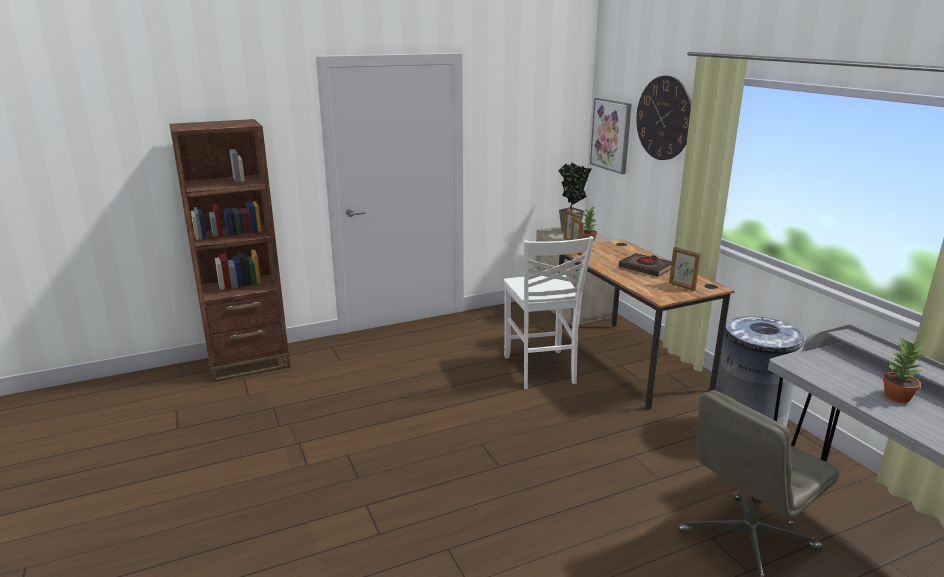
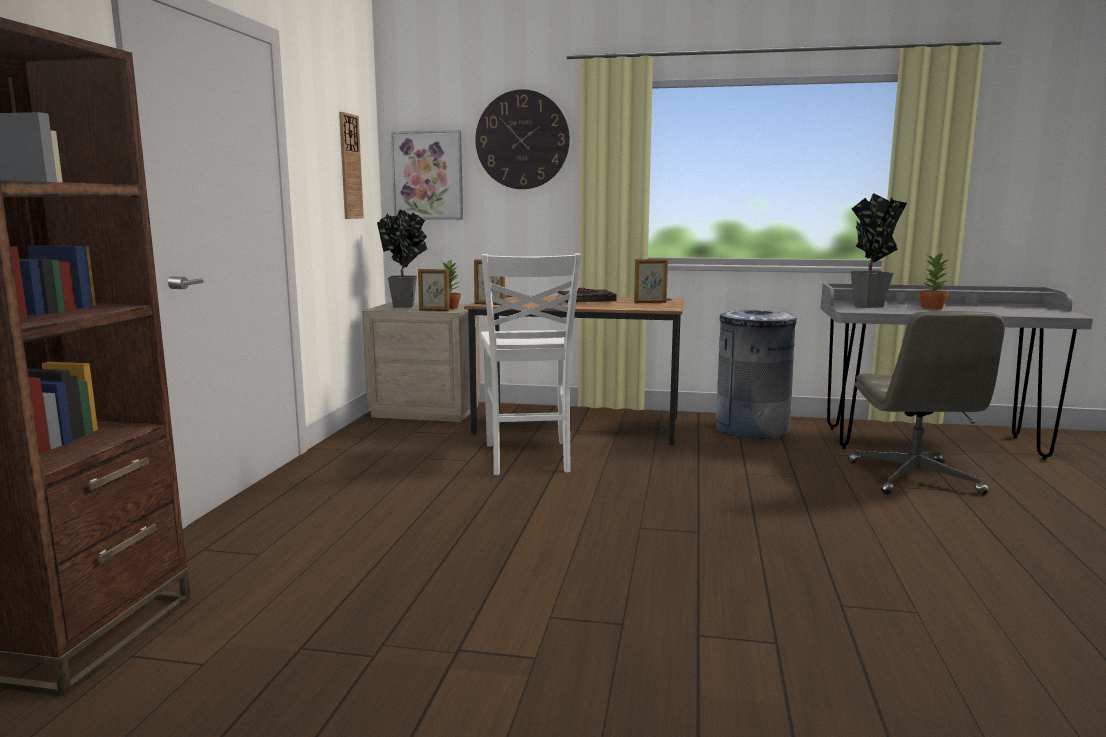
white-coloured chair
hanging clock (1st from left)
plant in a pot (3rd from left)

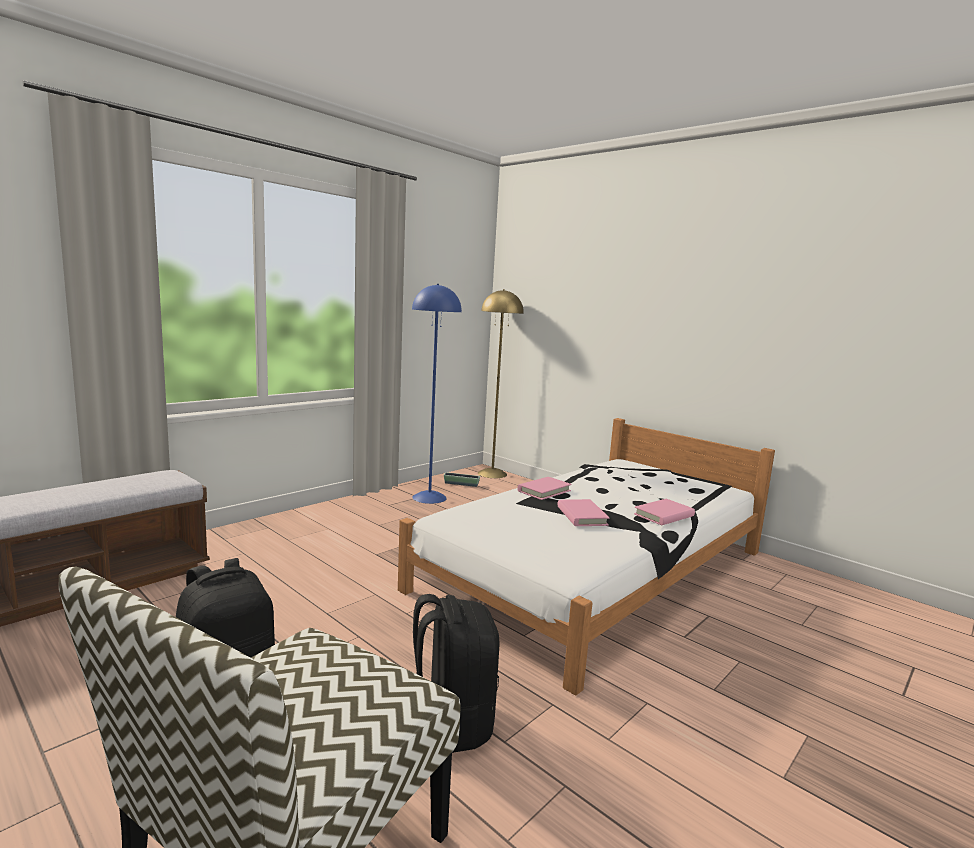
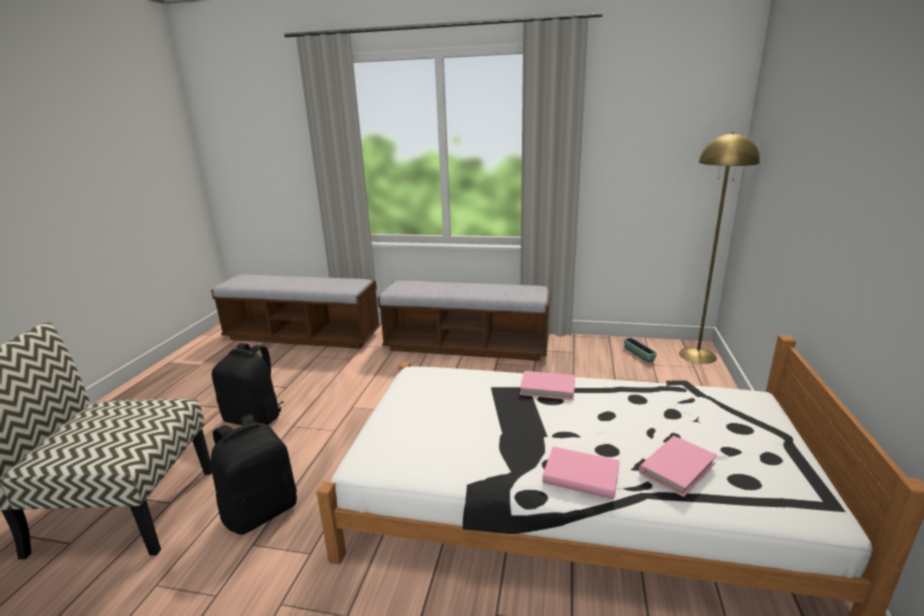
bluish standing lamp
pink bound book (3rd from left)
indoor bench (2nd from left)

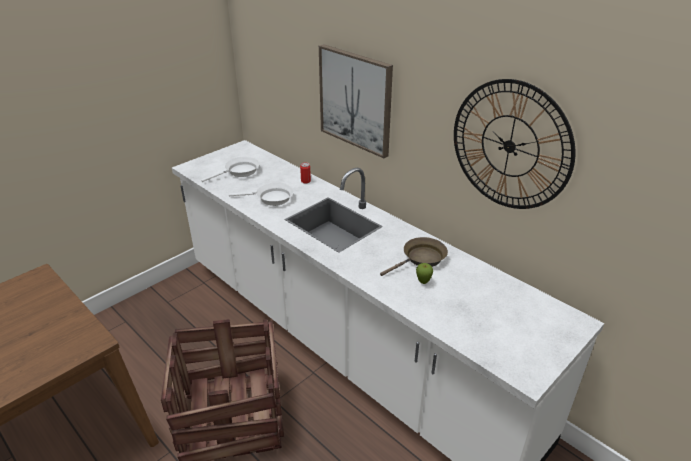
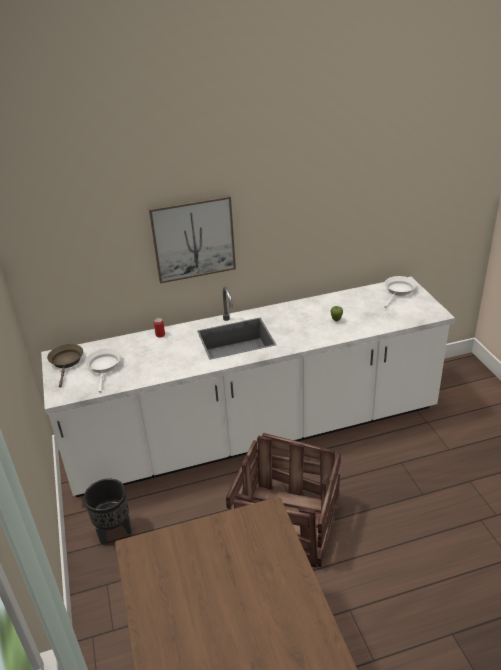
hanging clock
white-coloured skillet (2nd from left)
brown skillet
black plant pot

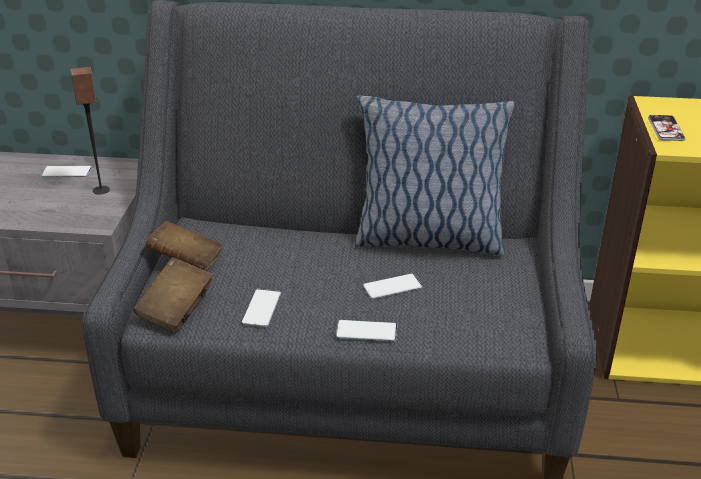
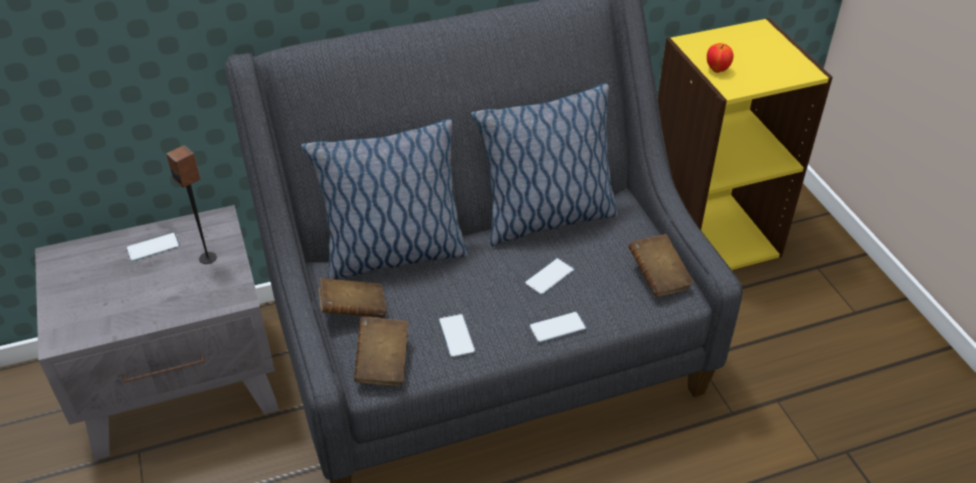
apple fruit
cushion (1st from left)
brown bound book (3rd from left)

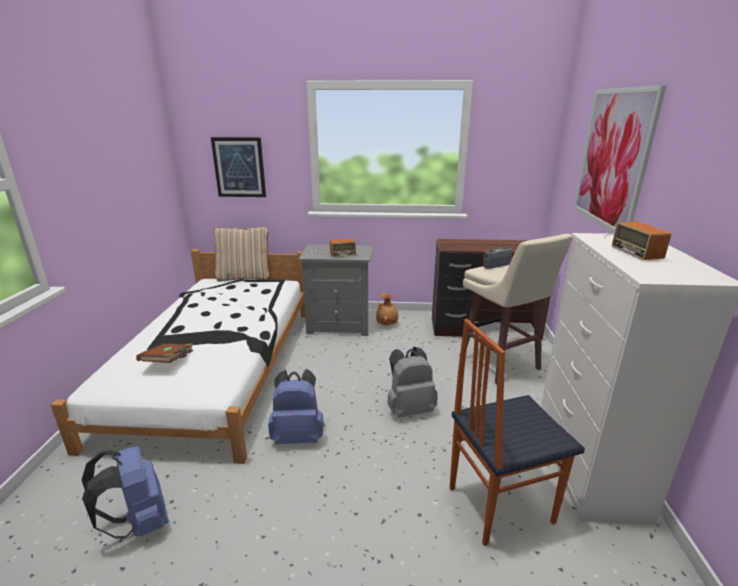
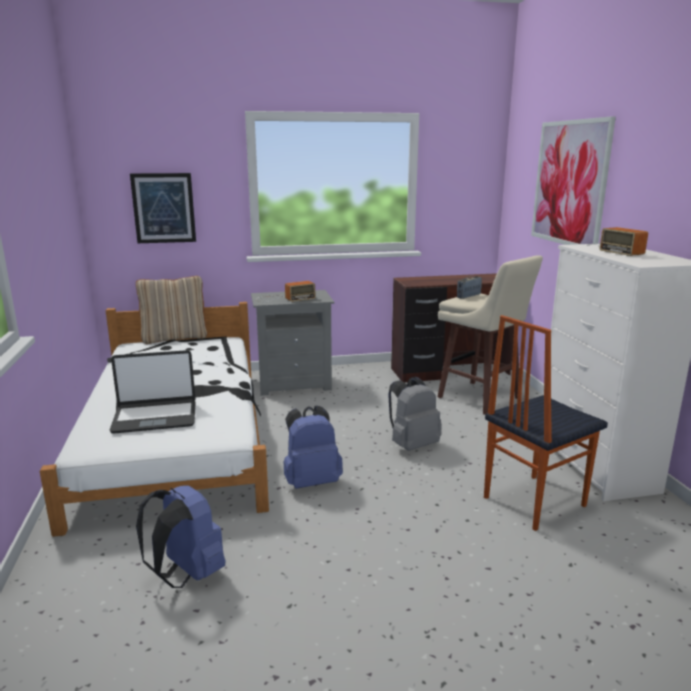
brown vase
laptop

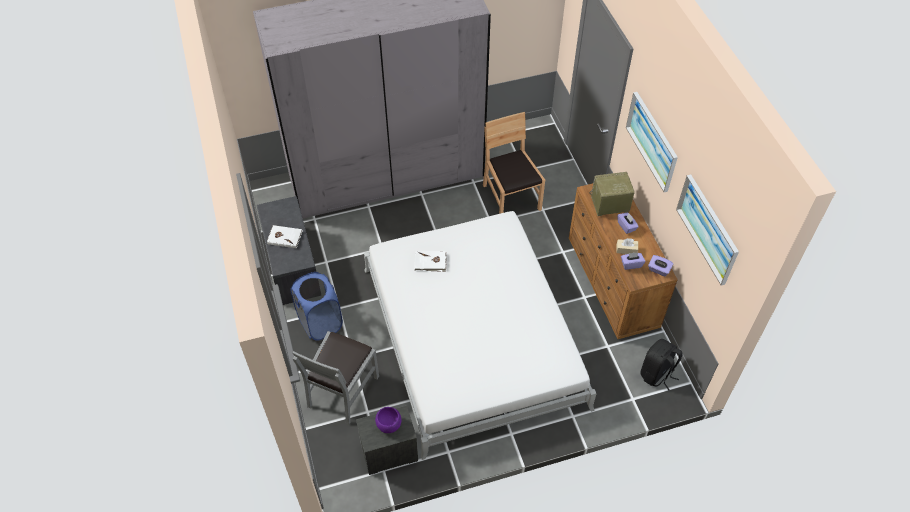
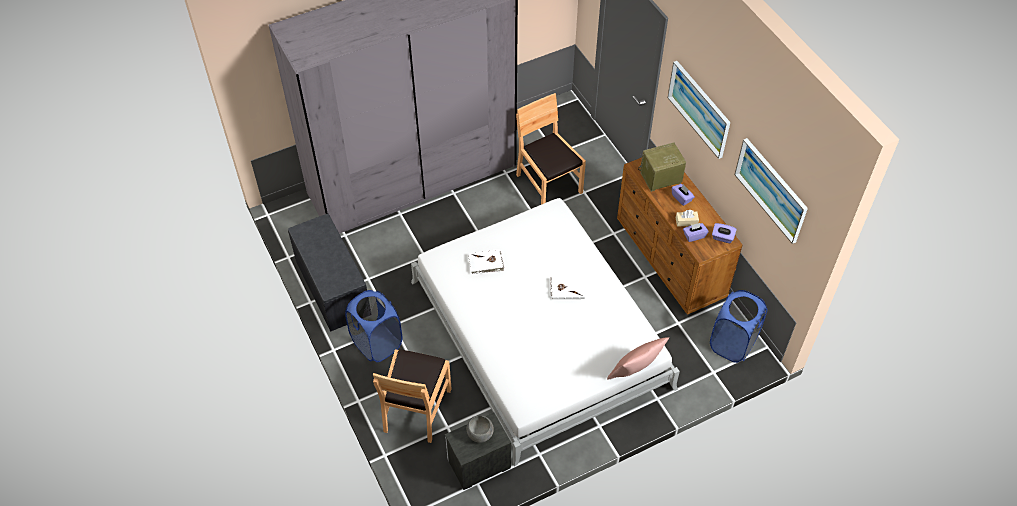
white-coloured bound book (2nd from left)
brown chair (1st from left)
bluish hamper (2nd from left)
grey serving bowl
pink cushion

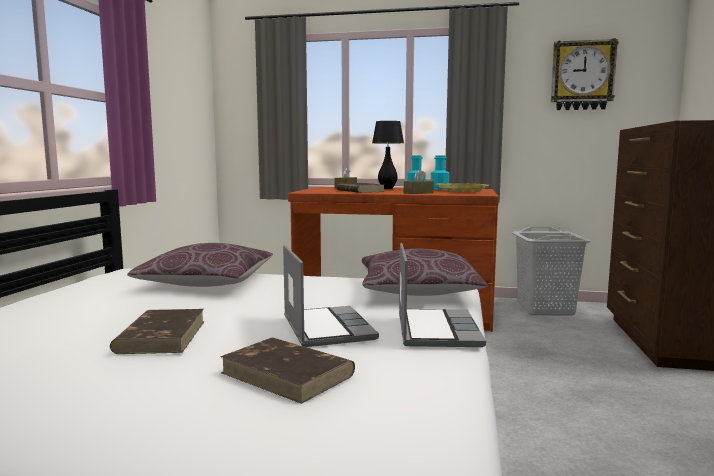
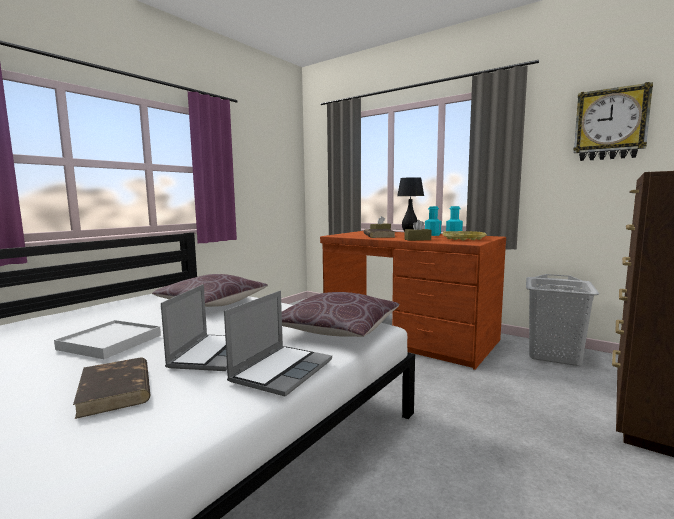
white-coloured tray

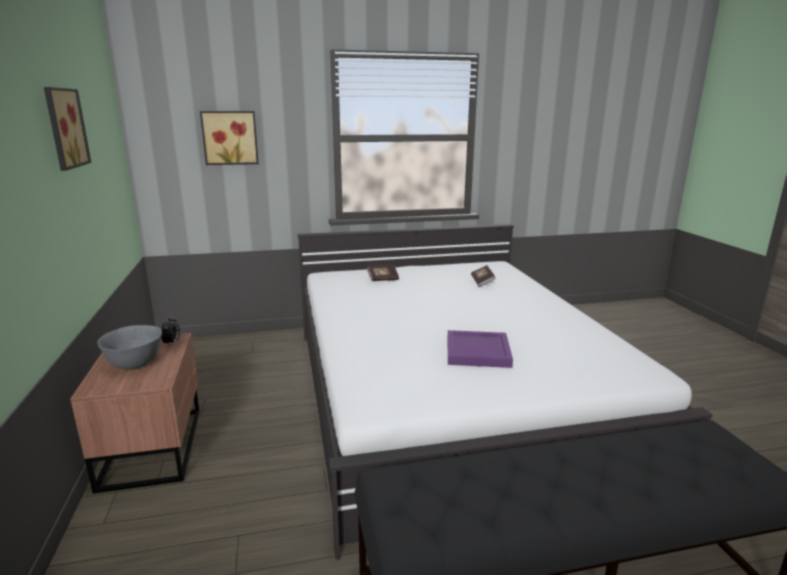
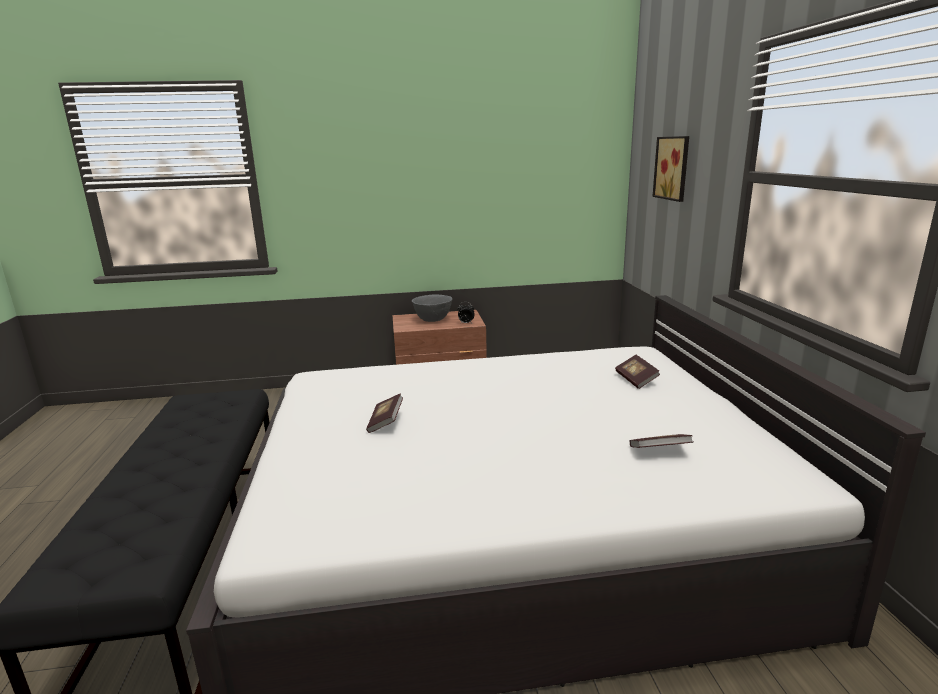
wall picture (1st from left in the first image)
bound book (1st from left)

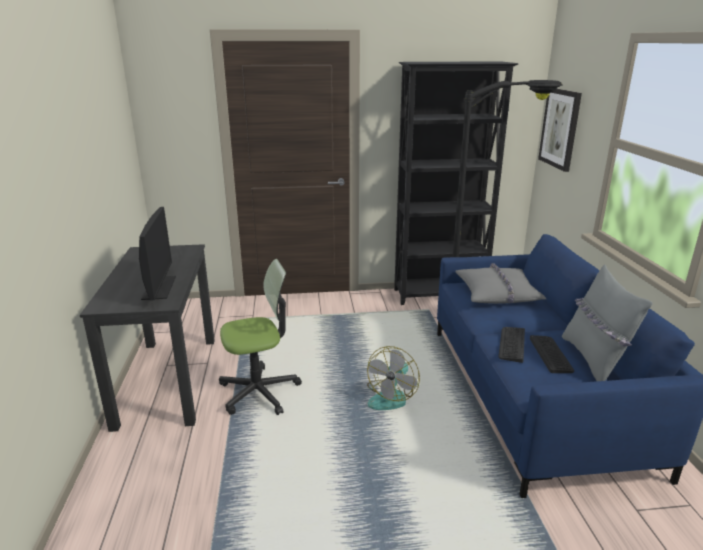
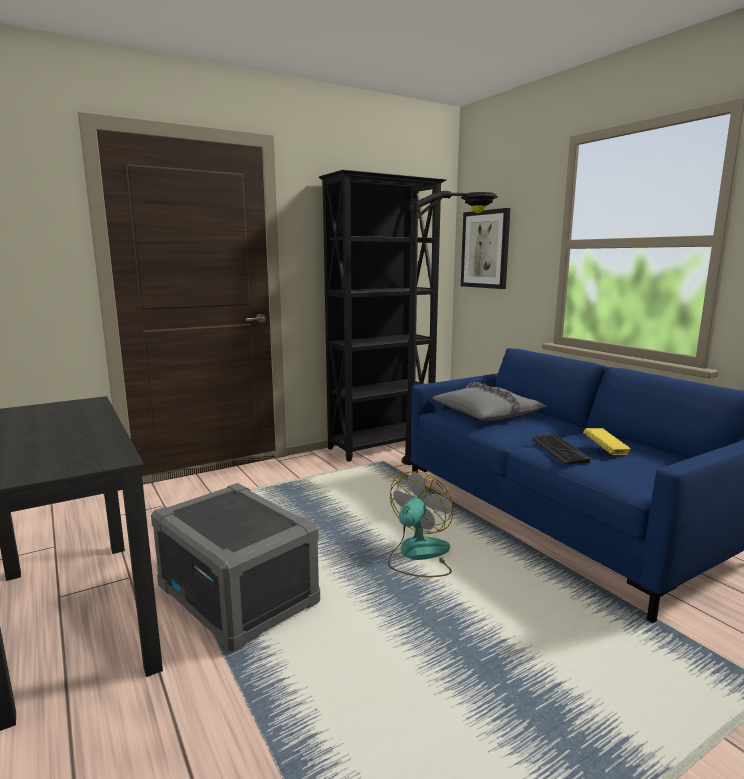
monitor
grey storage bin
grey cushion (2nd from left in the first image)
yellowish bound book
cooling fan

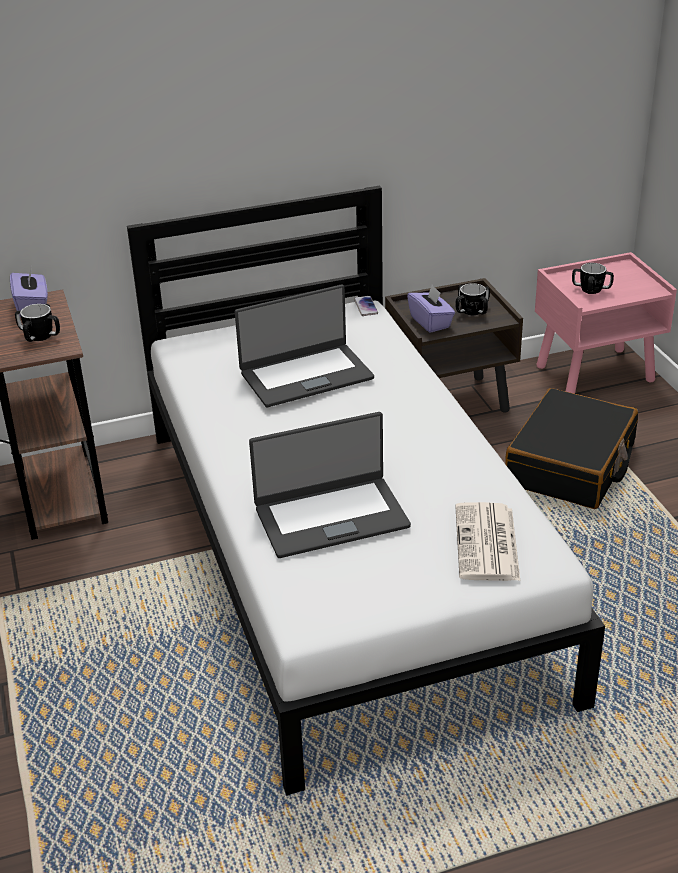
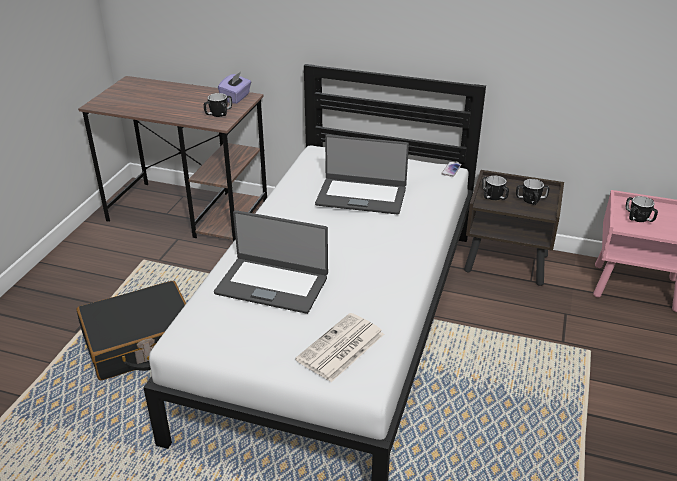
mug (2nd from left)
black travel case

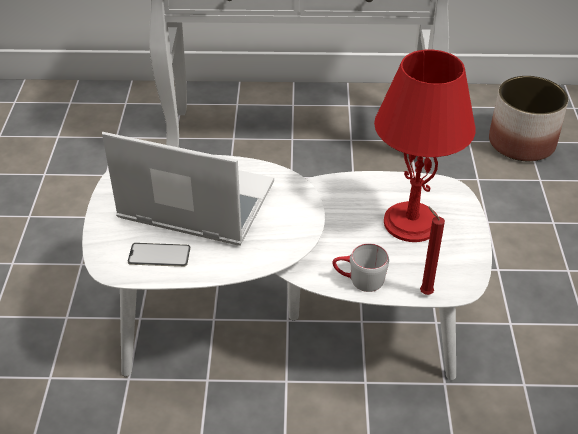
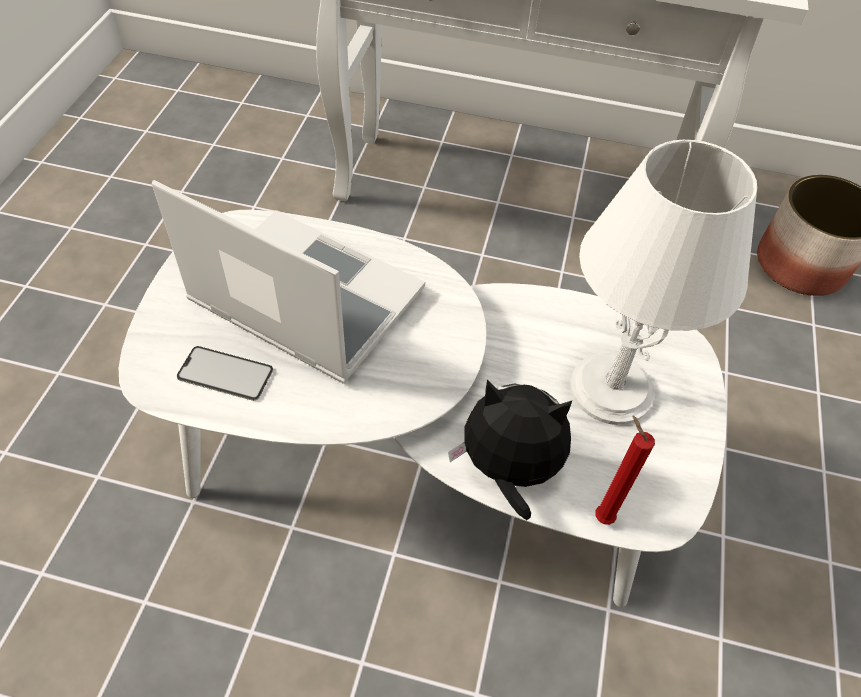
white-coloured lamp for a table
soft toy

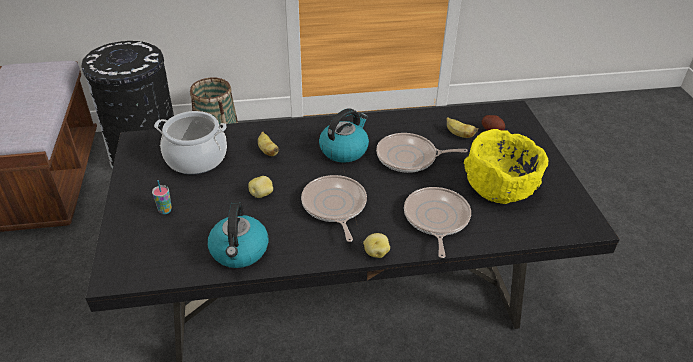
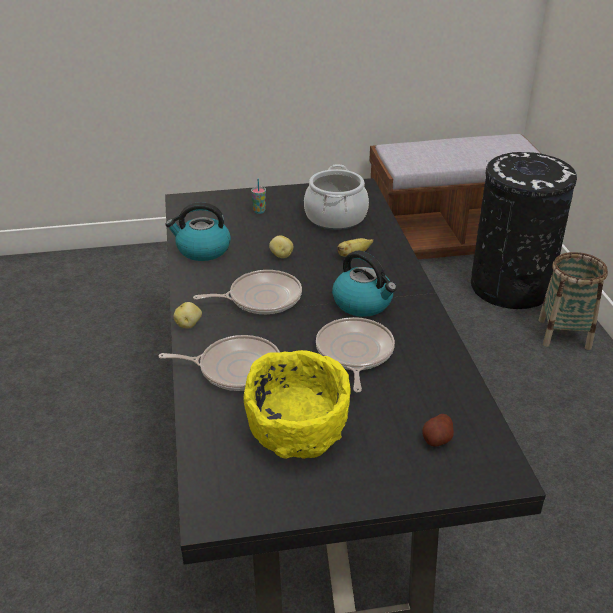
whole banana (2nd from left in the first image)

